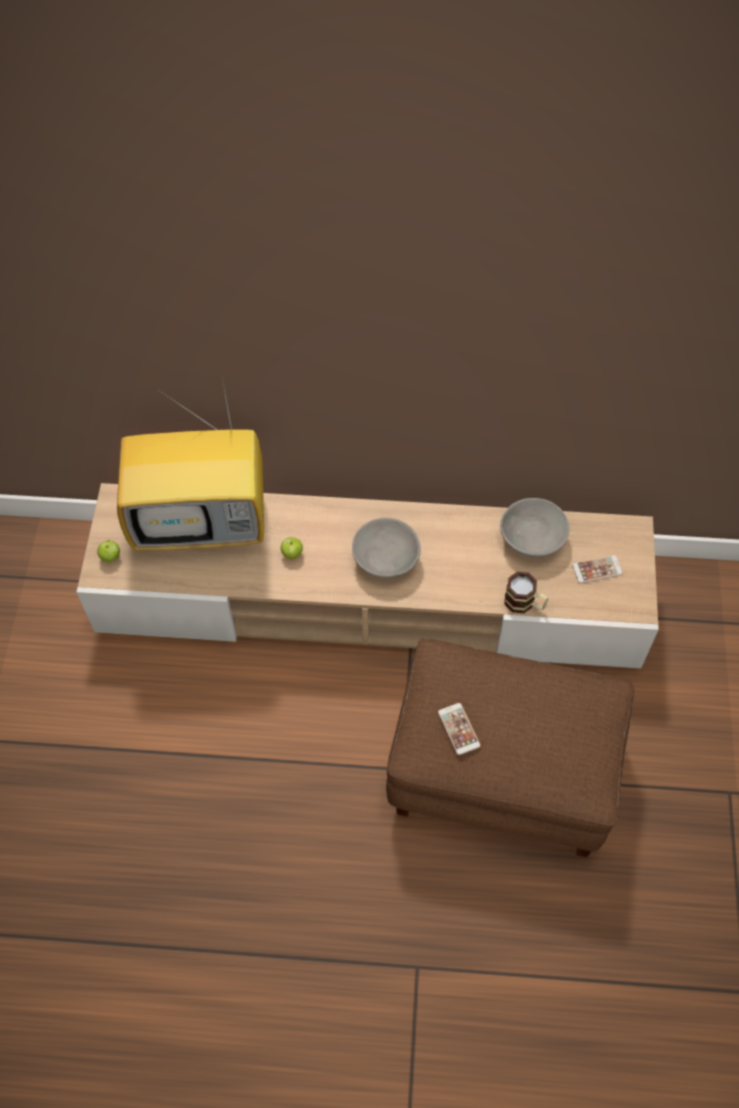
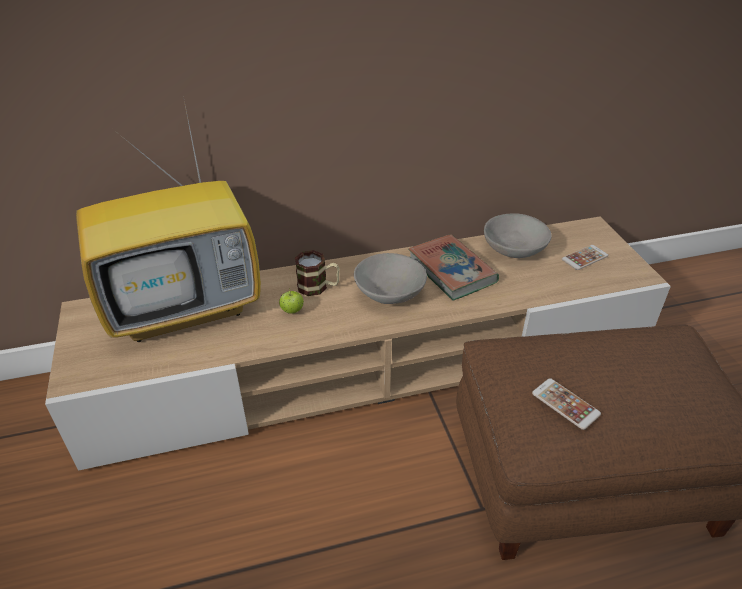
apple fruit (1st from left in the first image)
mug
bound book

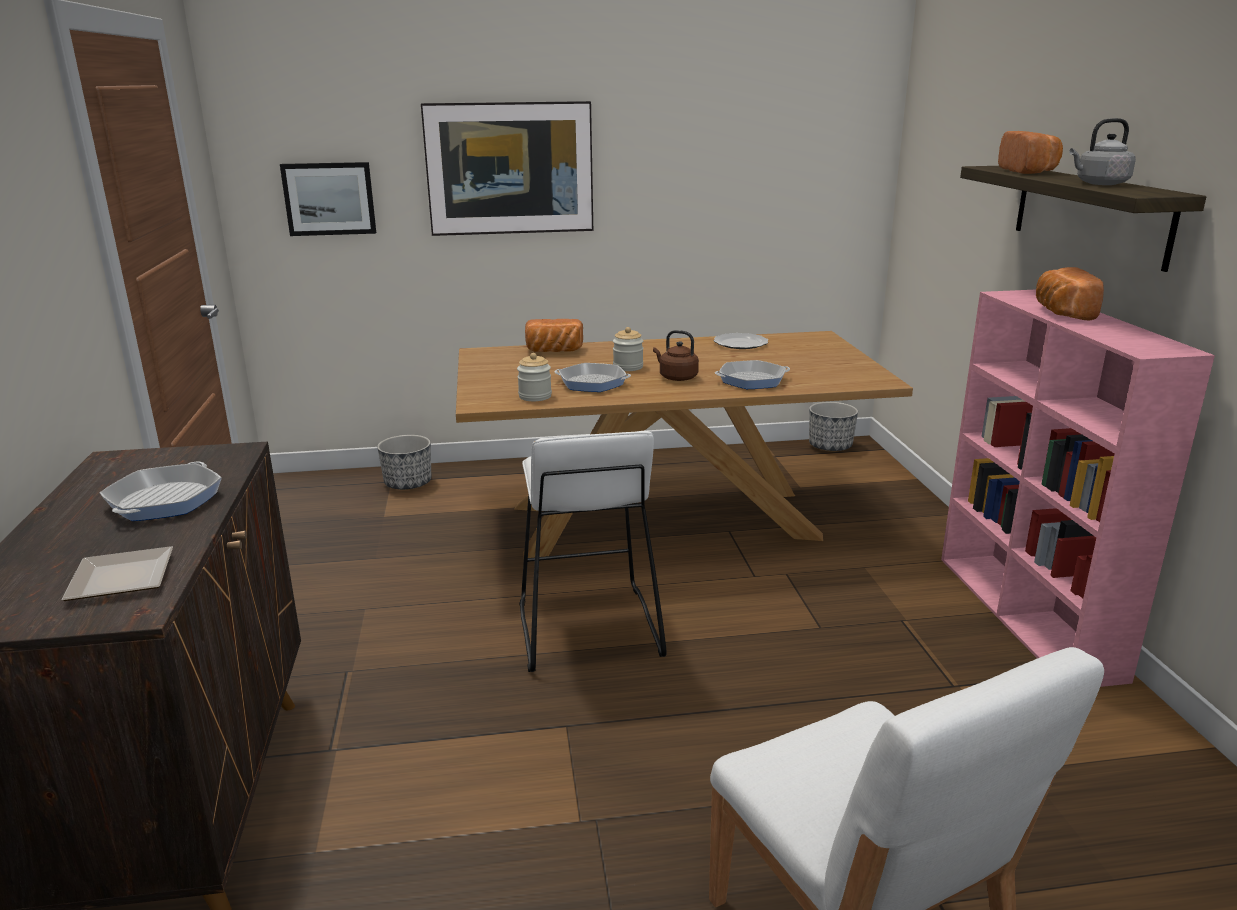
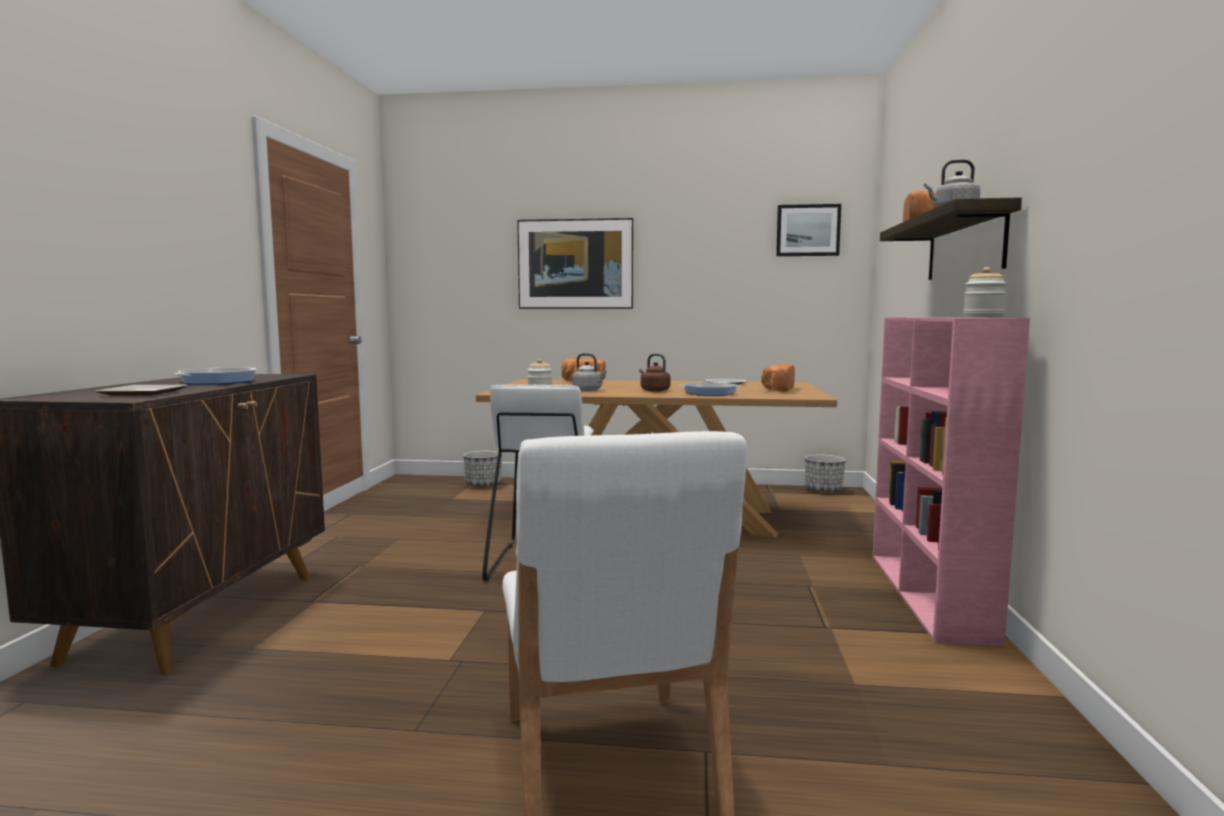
wall picture (2nd from left)
bread (2nd from left)
jar (2nd from left)
grey water kettle (1st from left)

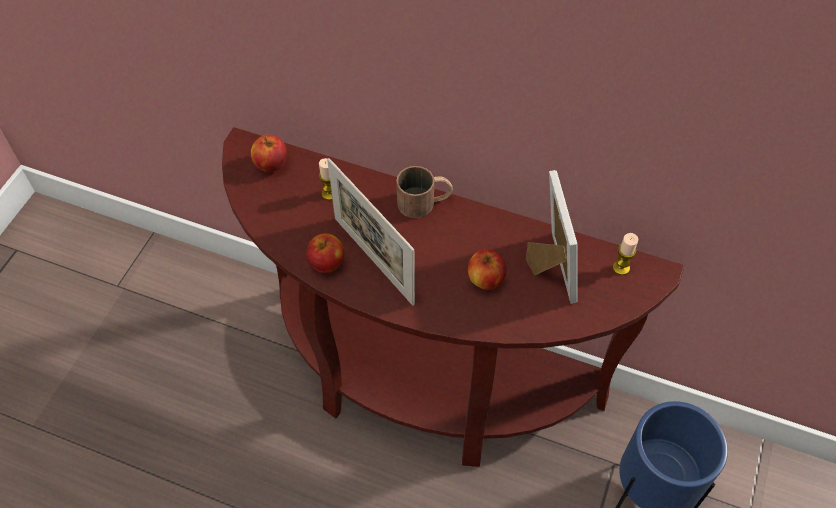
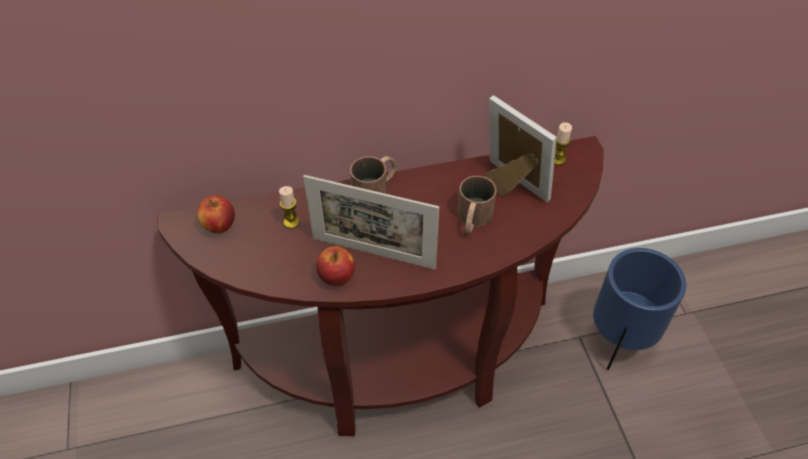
brown mug (2nd from left)

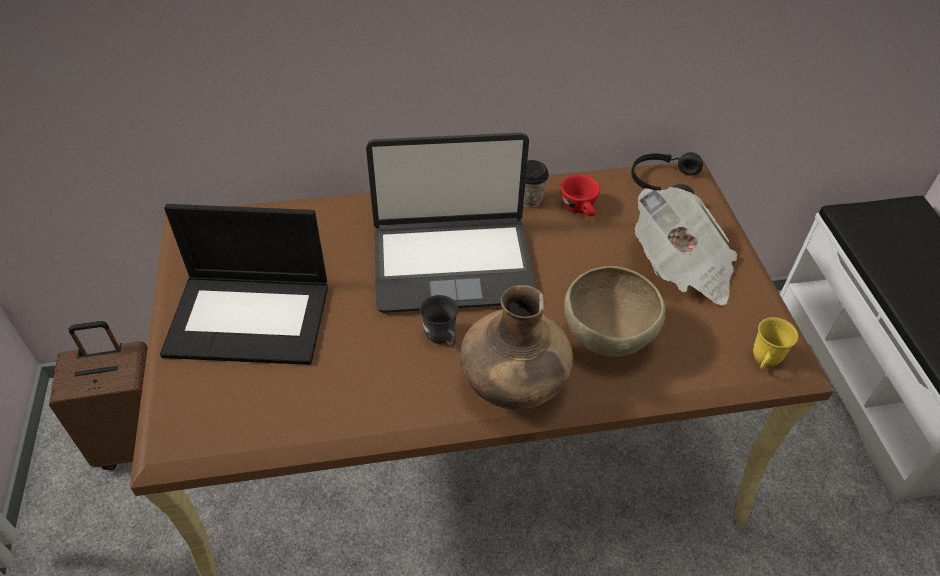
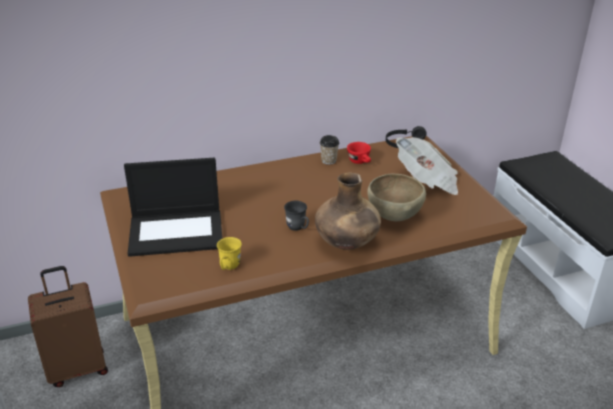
laptop (2nd from left in the first image)
yellowish mug

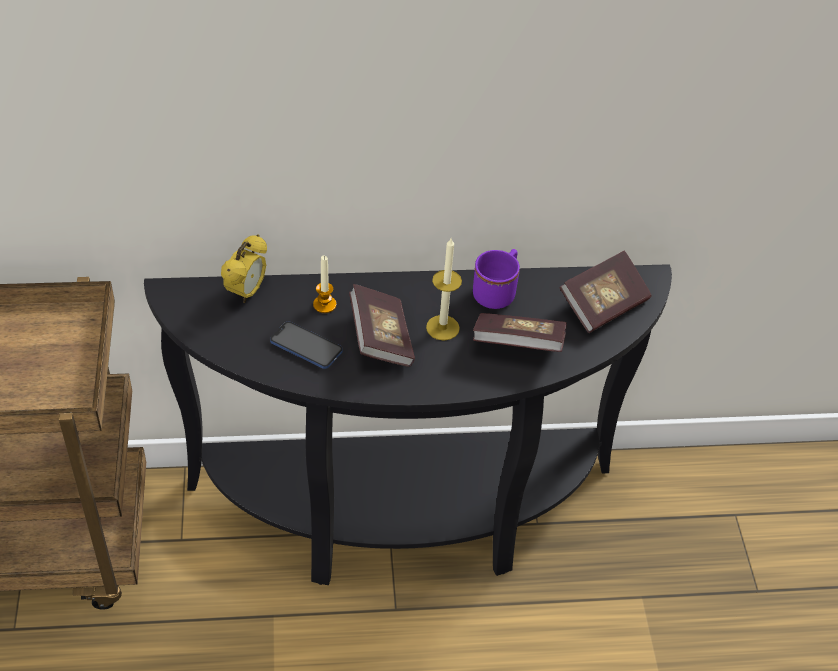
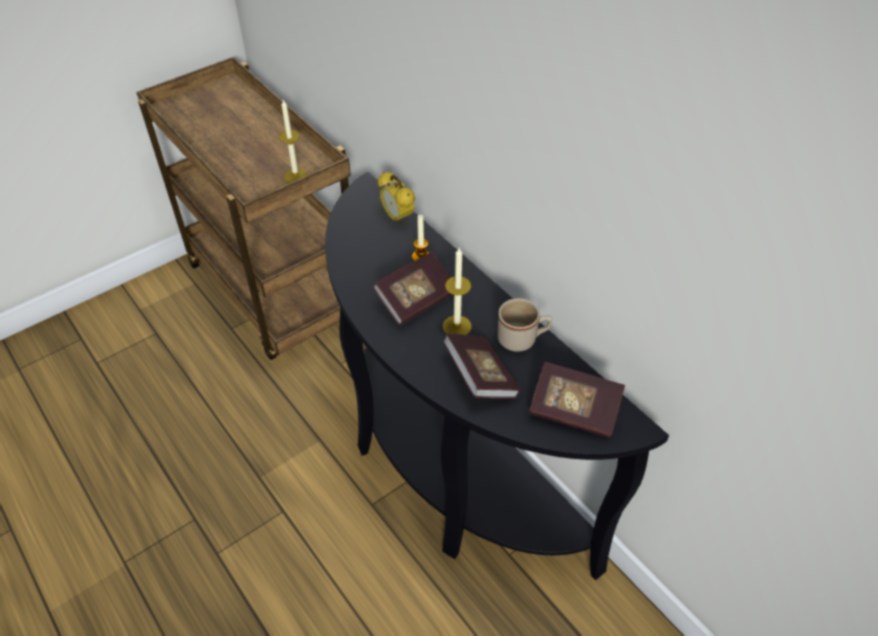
table clock
beige-coloured mug
telephone
wax candle (1st from left)

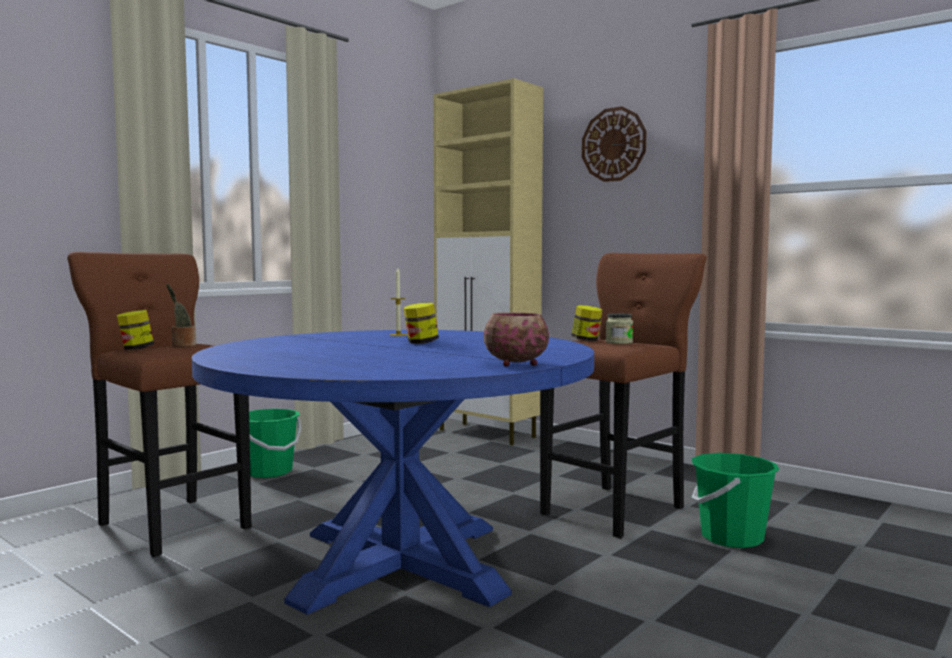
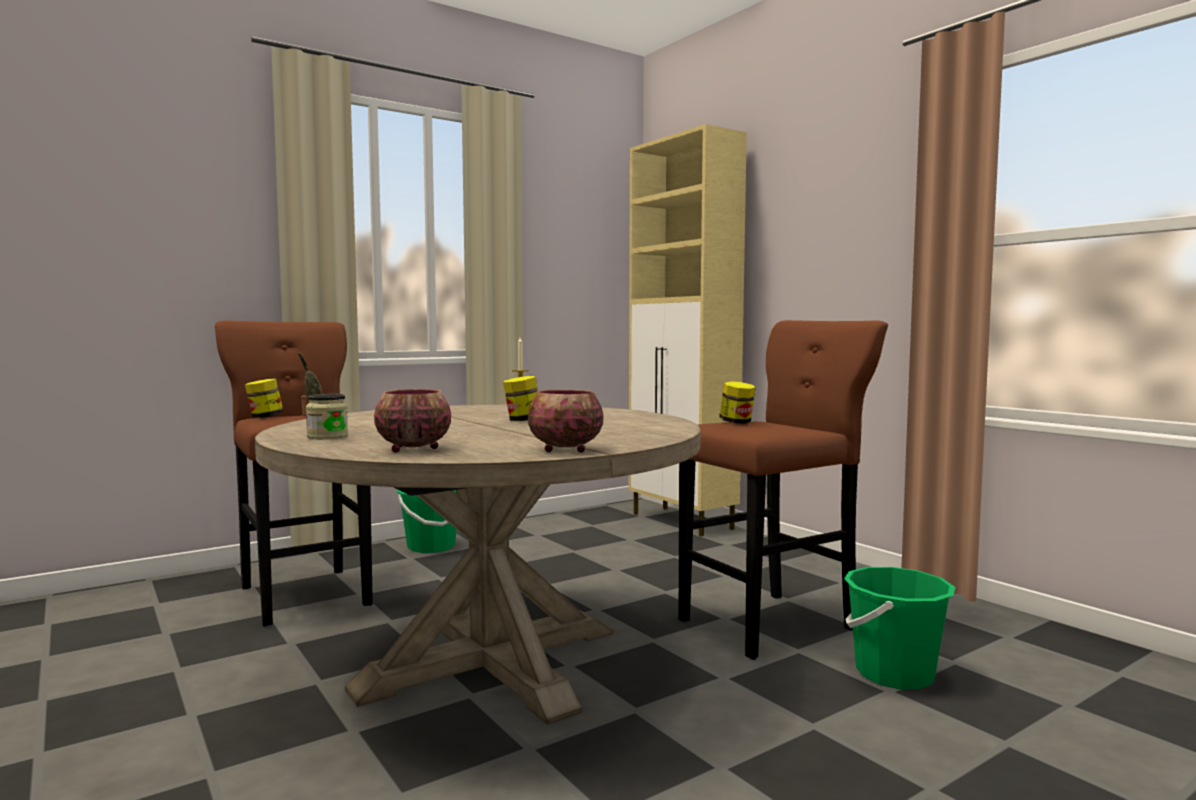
hanging clock
jar (2nd from left)
beige-coloured dinner table
serving bowl (1st from left)

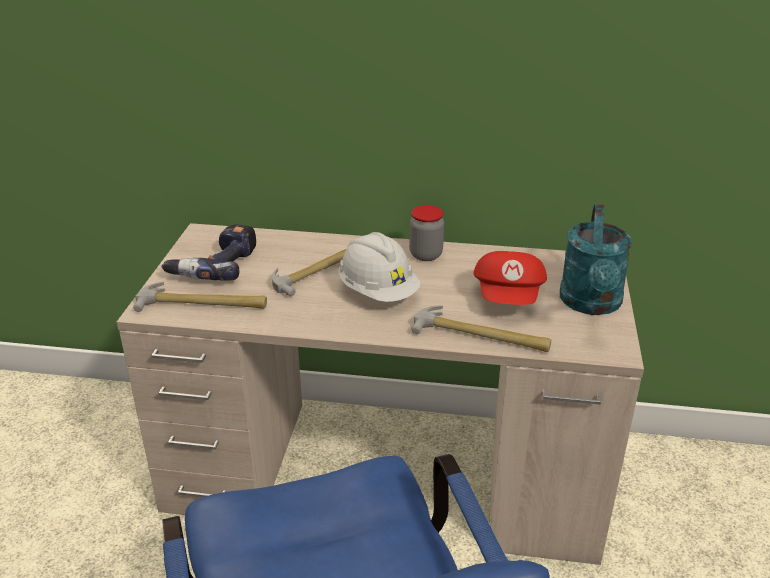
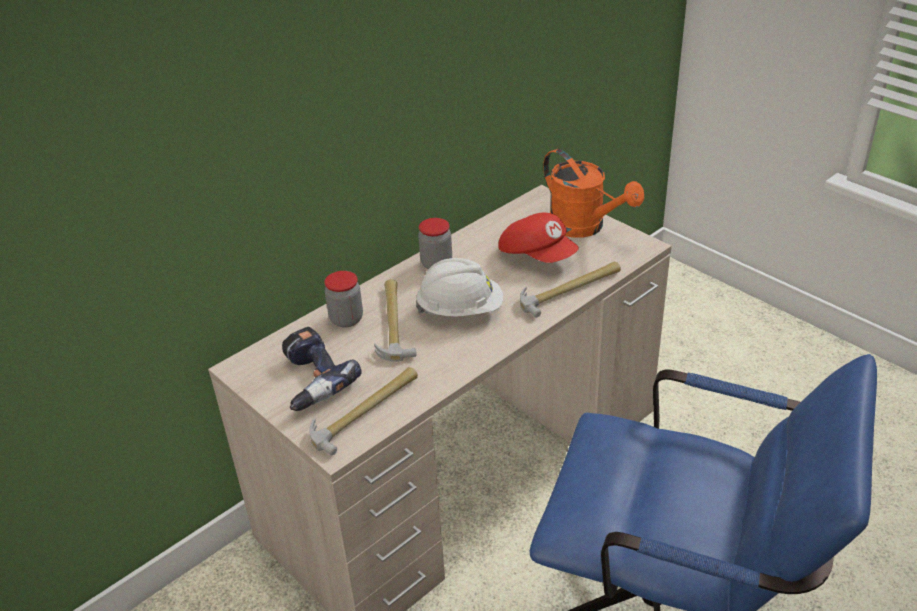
orangey sprinkling can
jar (1st from left)

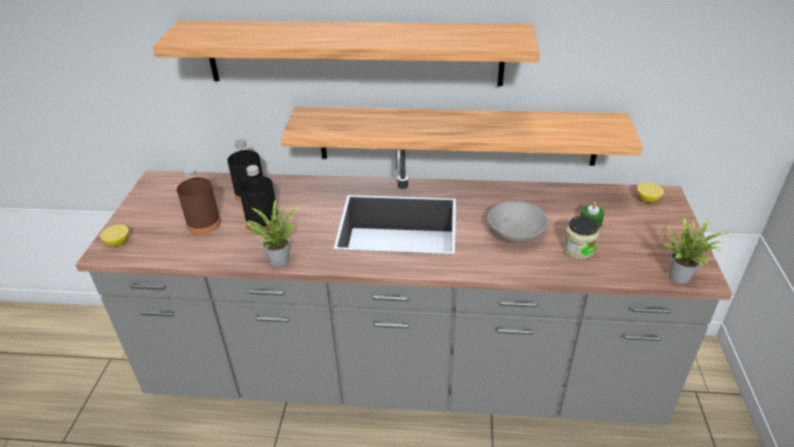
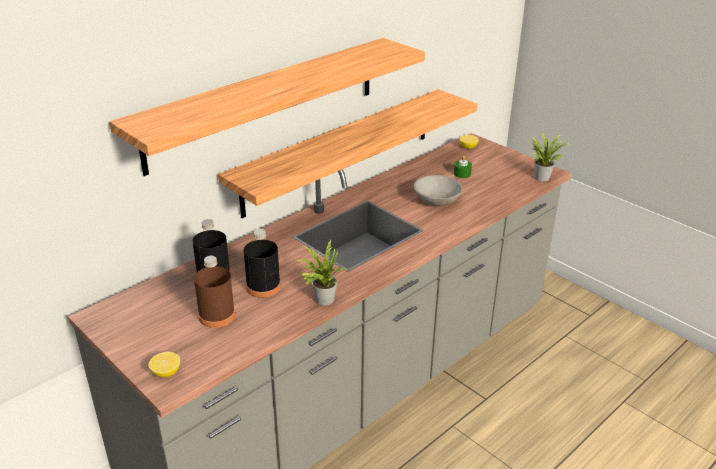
jar

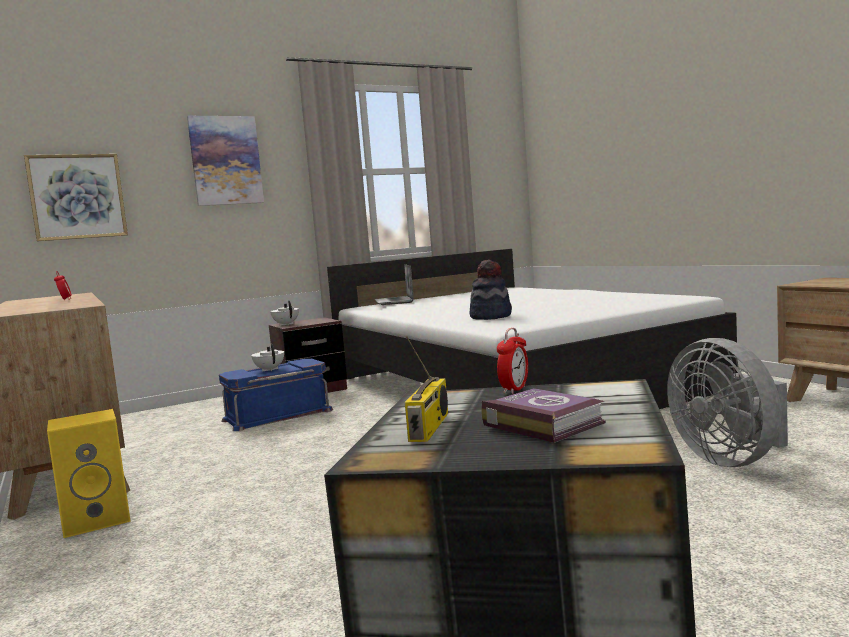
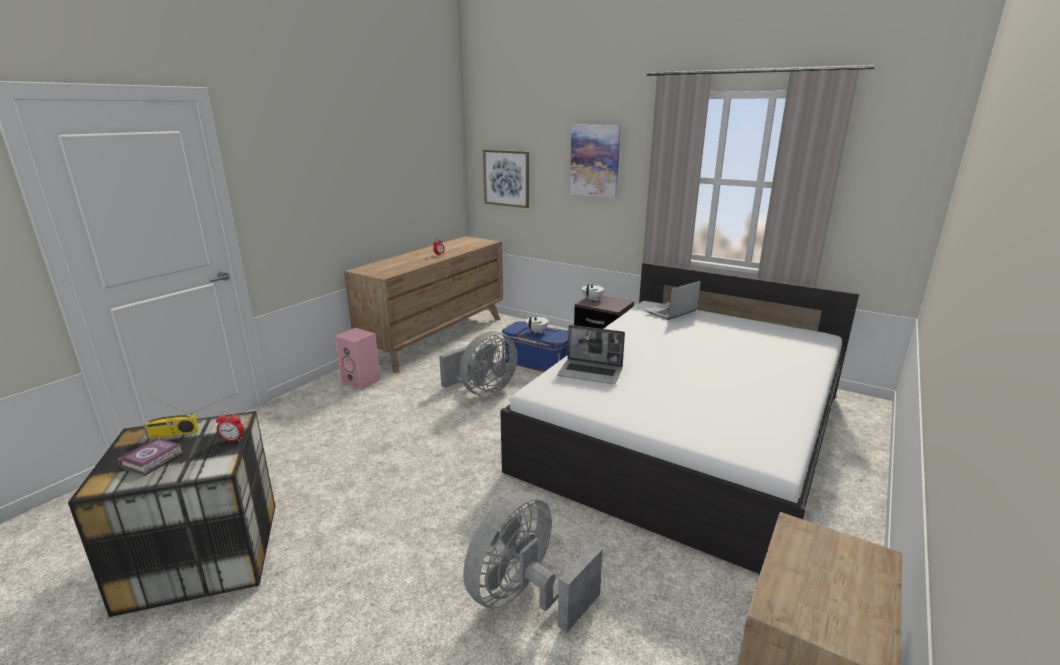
laptop (1st from left)
pink speaker
grey cooling fan (1st from left)

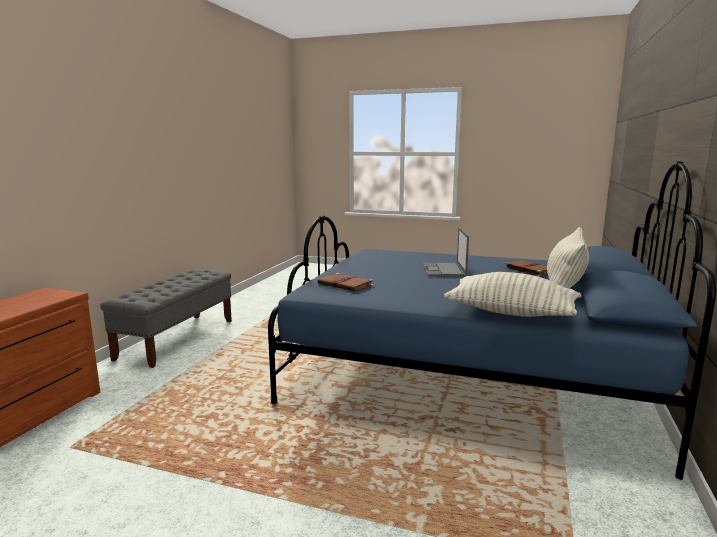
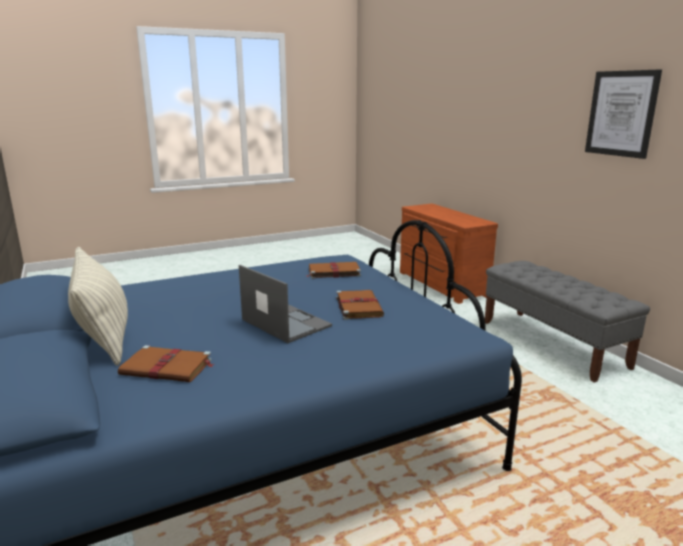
cushion (1st from left in the first image)
wall picture
brown bound book (3rd from left)

